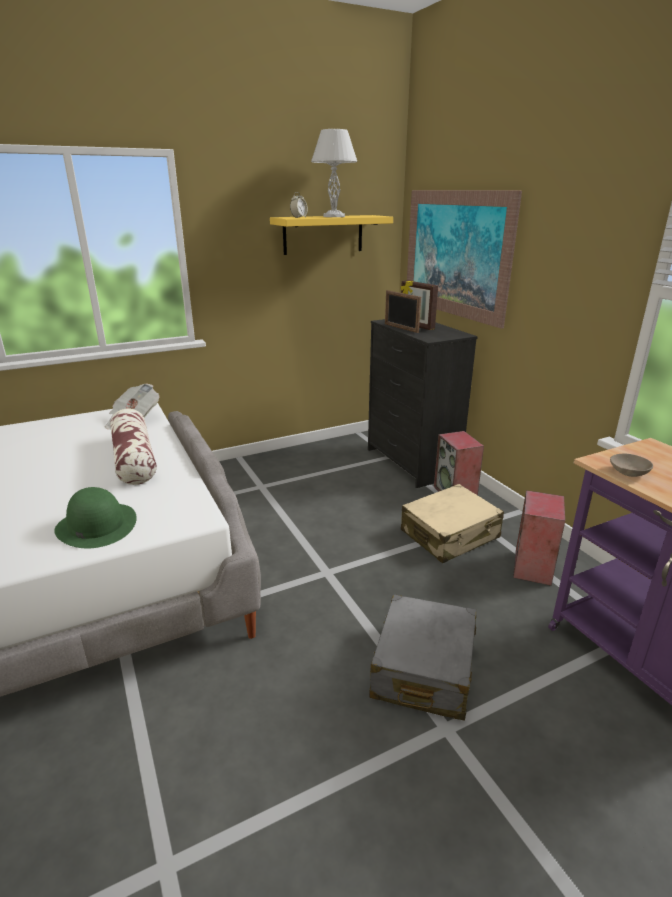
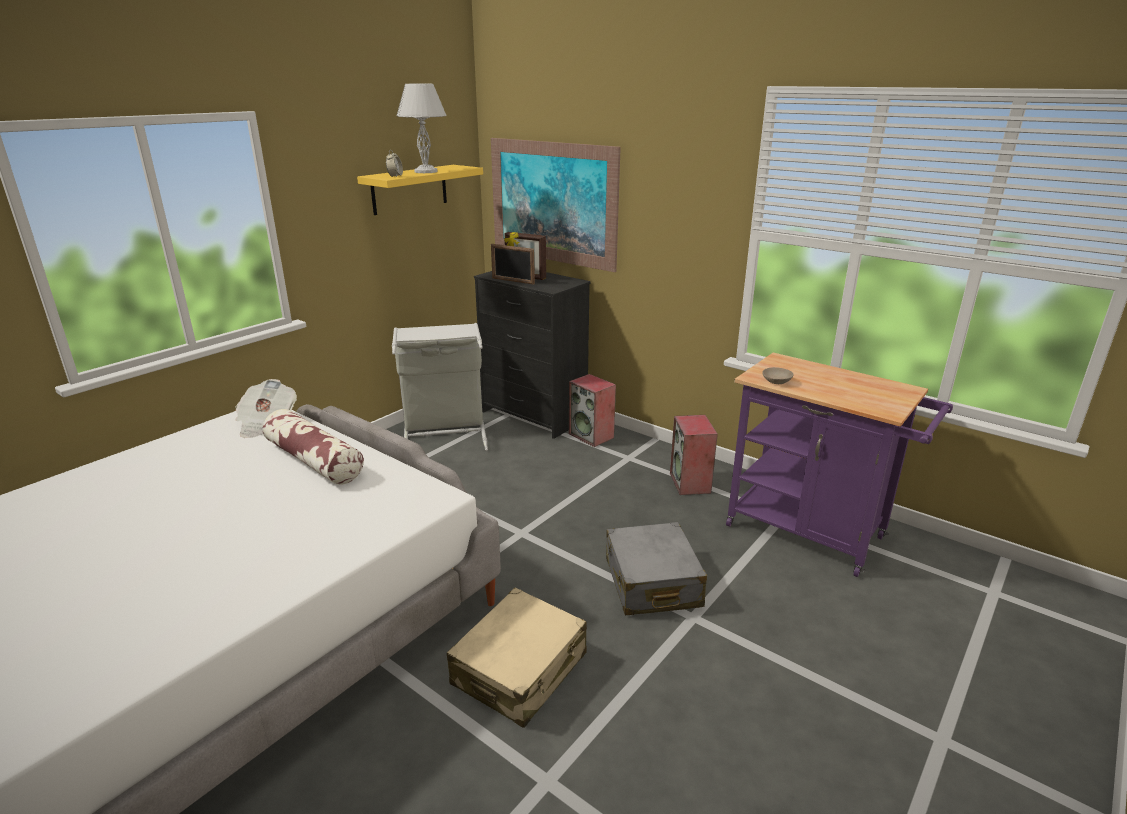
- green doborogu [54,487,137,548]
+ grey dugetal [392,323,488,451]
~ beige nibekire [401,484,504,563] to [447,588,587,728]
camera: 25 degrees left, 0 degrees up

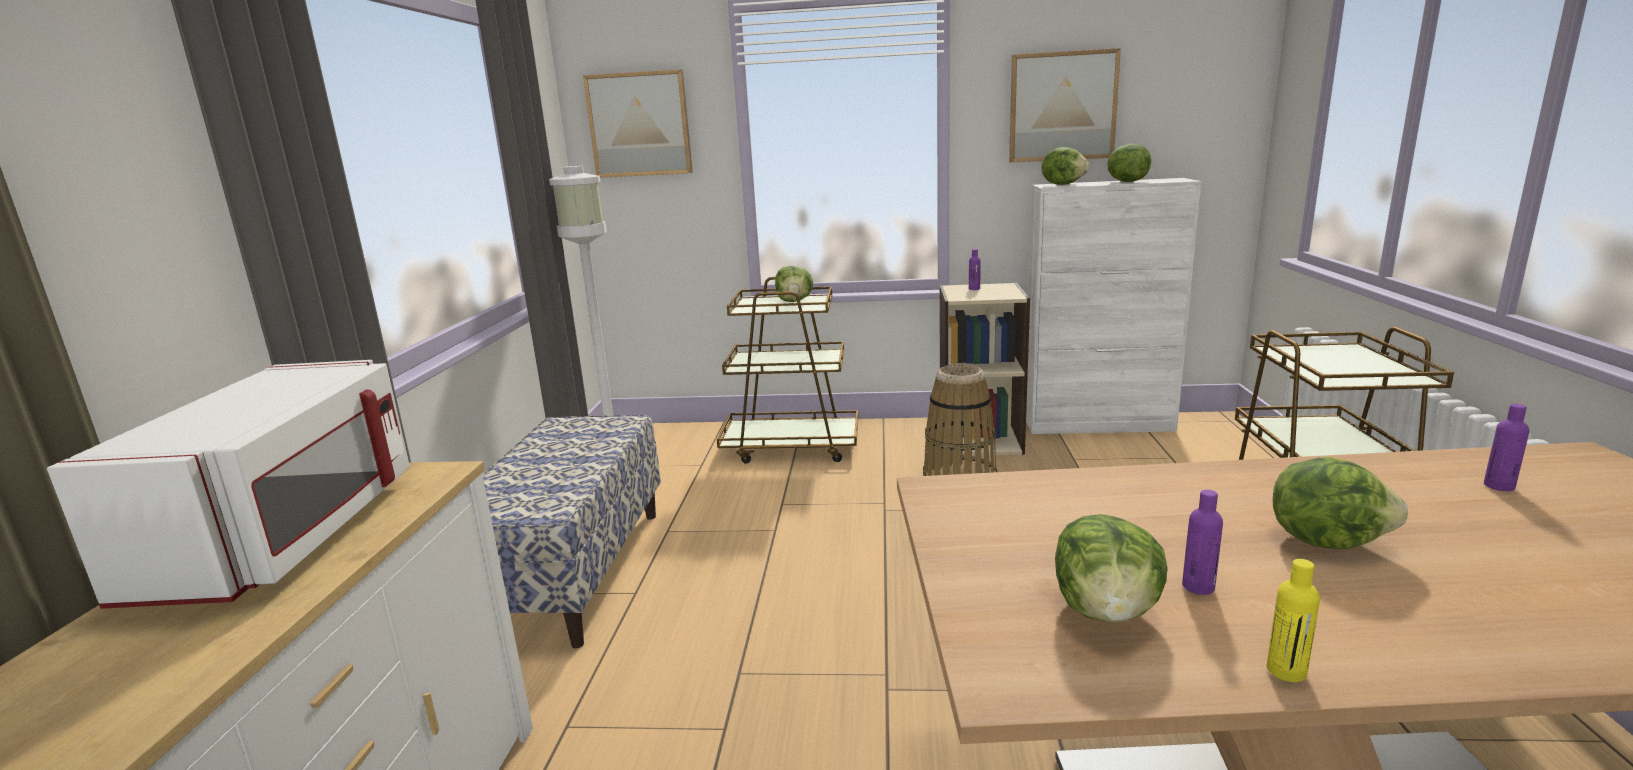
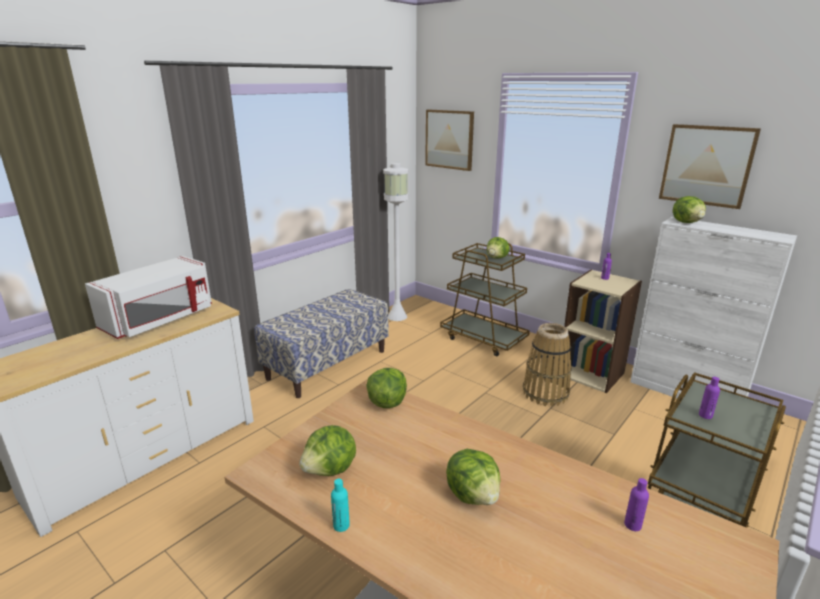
~ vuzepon [1107,144,1151,182] to [367,368,407,408]
~ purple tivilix [1182,490,1223,595] to [699,377,720,419]
~ yellow tivilix [1267,559,1320,682] to turquoise tivilix [331,479,350,532]
camera: 35 degrees right, 5 degrees up

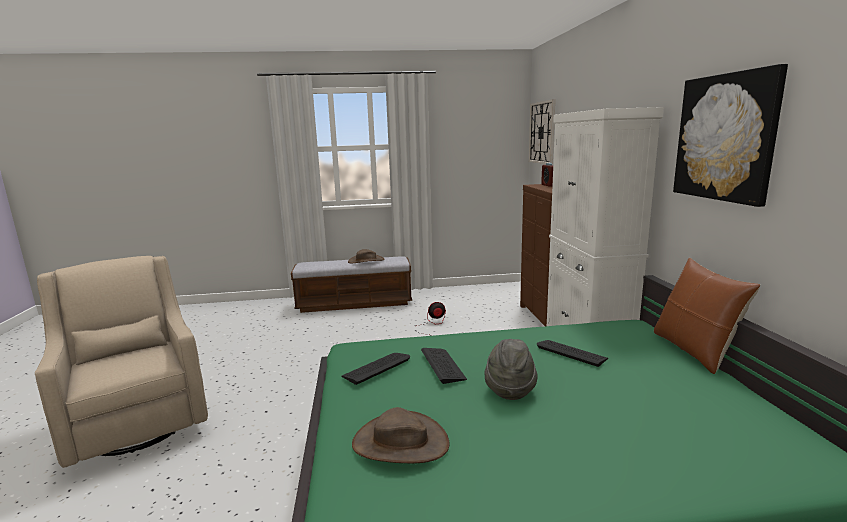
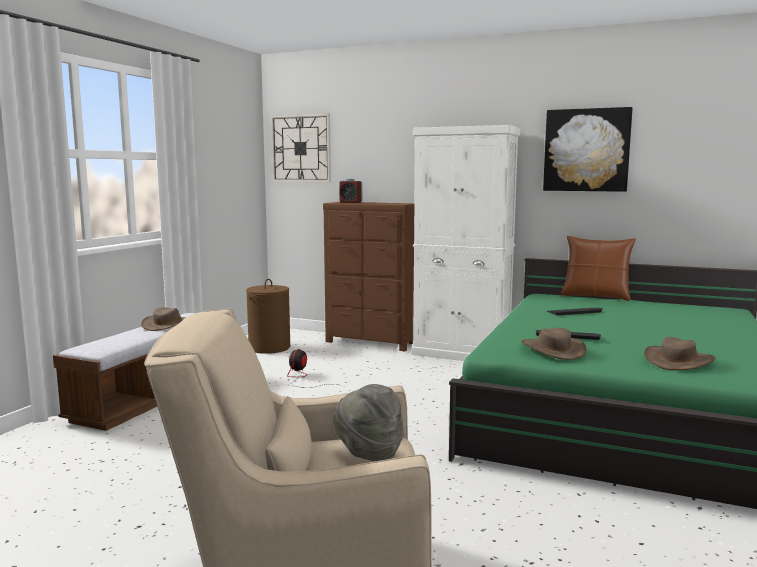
+ brown dugetal [246,279,290,354]
~ grey doborogu [484,339,538,400] to [333,384,404,461]
~ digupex [341,353,410,385] to brown doborogu [521,328,587,360]
camera: 60 degrees left, 5 degrees down

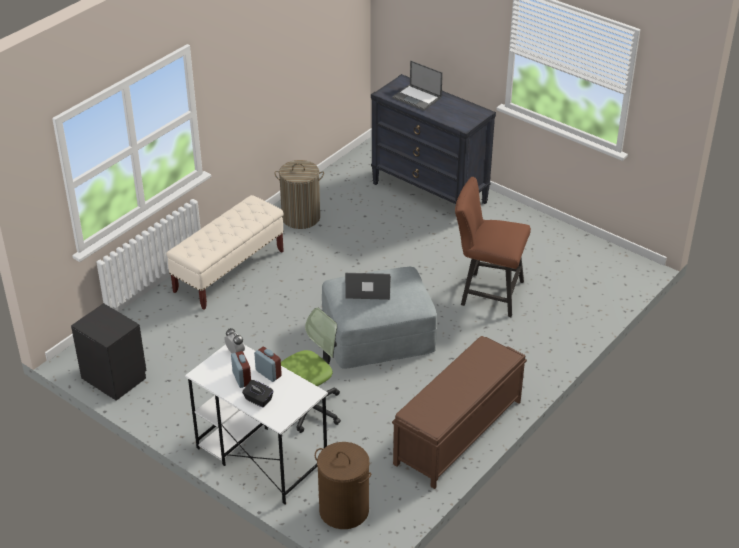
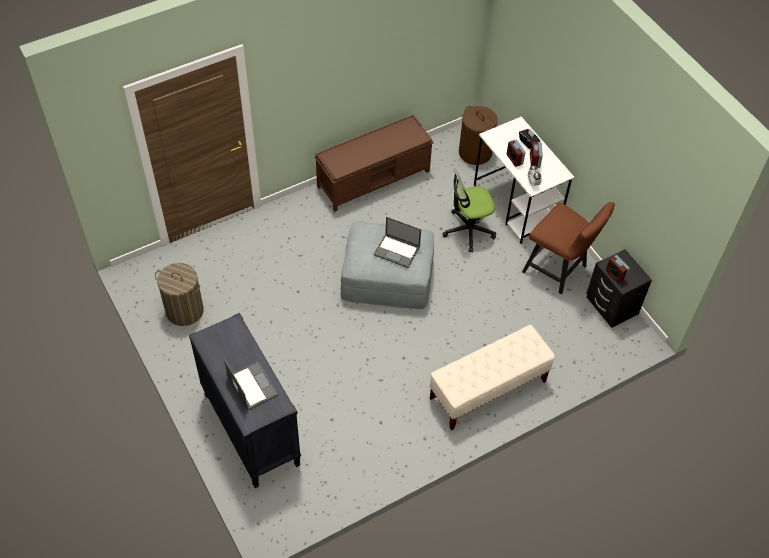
+ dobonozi [606,255,630,283]
~ dugetal [275,160,324,229] to [155,263,204,326]
~ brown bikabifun [455,177,531,317] to [522,202,615,294]
camera: 160 degrees left, 15 degrees up

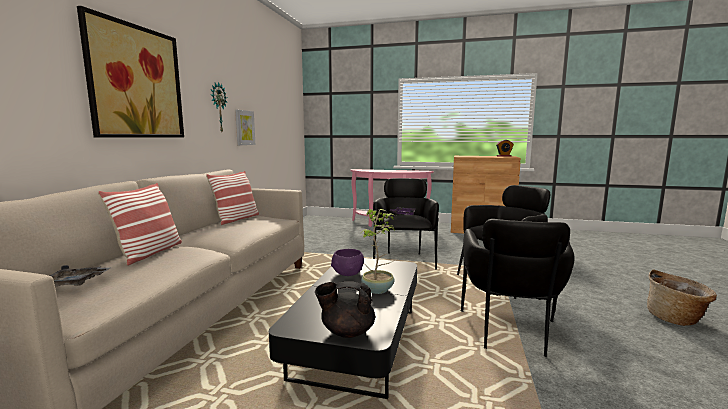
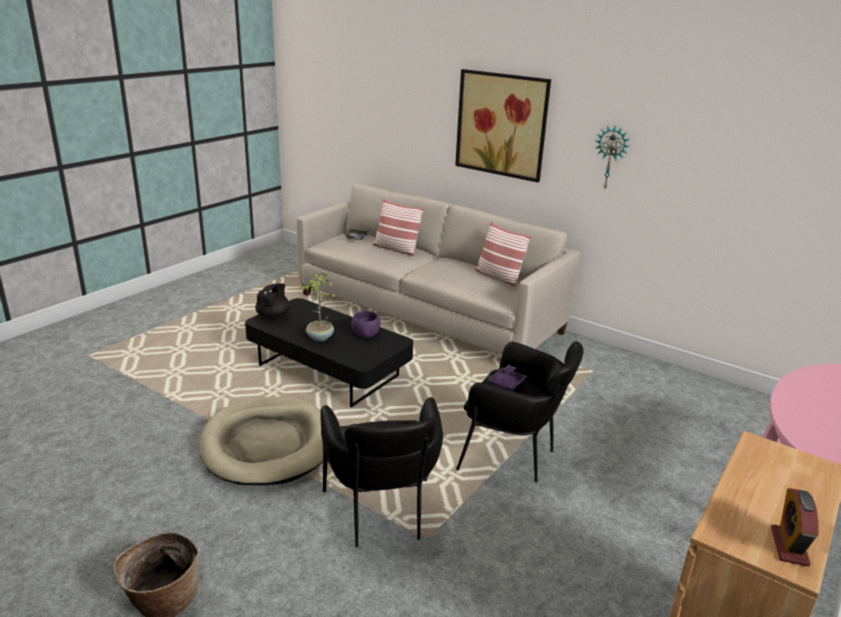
- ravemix [235,110,255,145]
~ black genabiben [461,219,575,357] to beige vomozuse [199,396,323,485]
camera: 110 degrees right, 15 degrees up

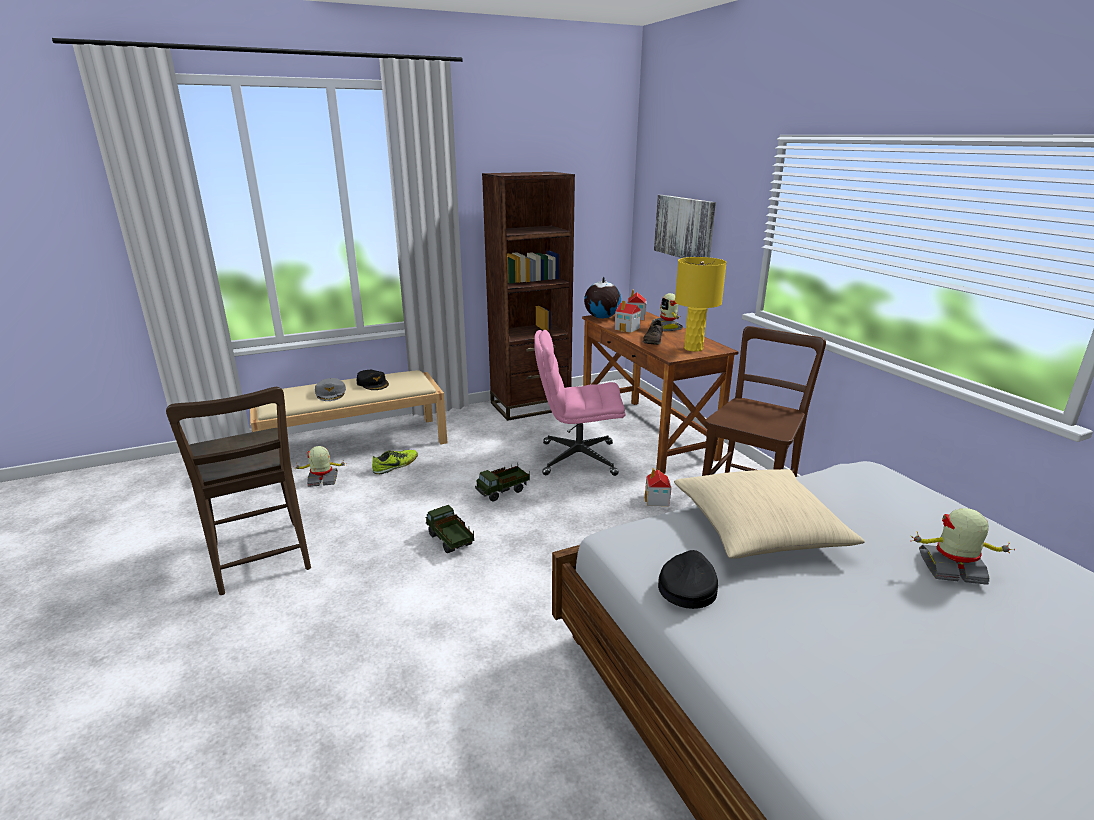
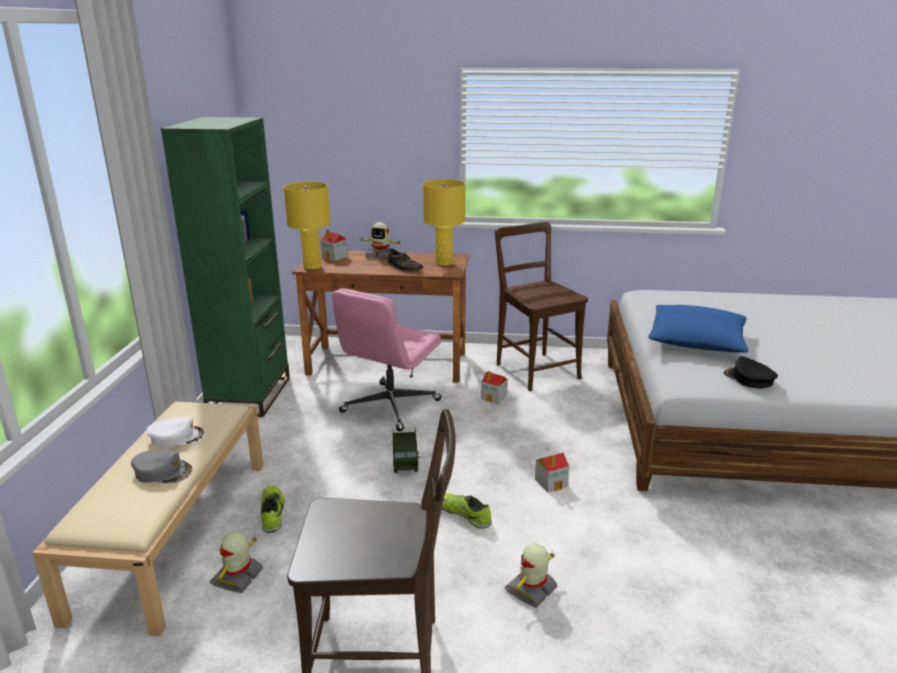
- ravemix [654,195,716,258]
~ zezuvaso [615,300,641,333] to [535,453,569,492]
~ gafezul [911,508,1015,585] to [504,544,557,608]
~ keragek [426,505,475,553] to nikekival [442,493,492,529]
~ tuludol [584,277,621,319] to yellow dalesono [284,182,331,269]
~ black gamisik [356,370,389,390] to white gamisik [146,416,206,448]
~ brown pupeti [482,172,575,421] to green pupeti [161,117,290,417]
~ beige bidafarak [674,469,865,559] to blue bidafarak [648,305,749,353]
camera: 60 degrees left, 0 degrees up

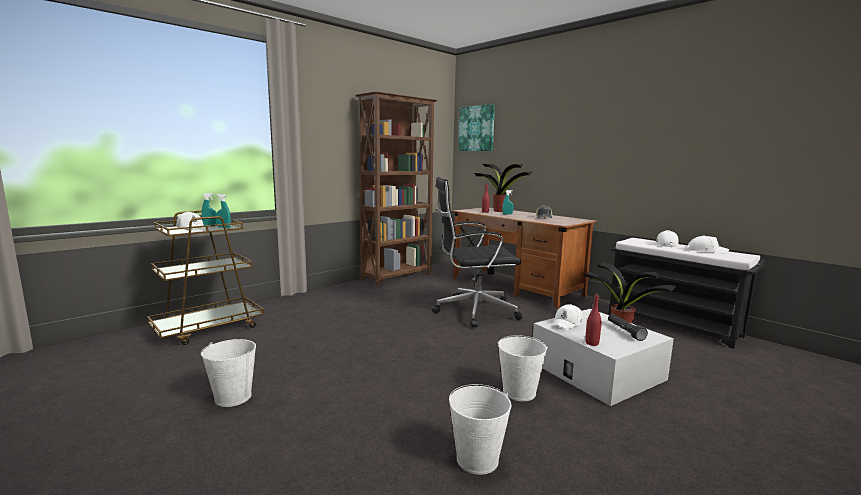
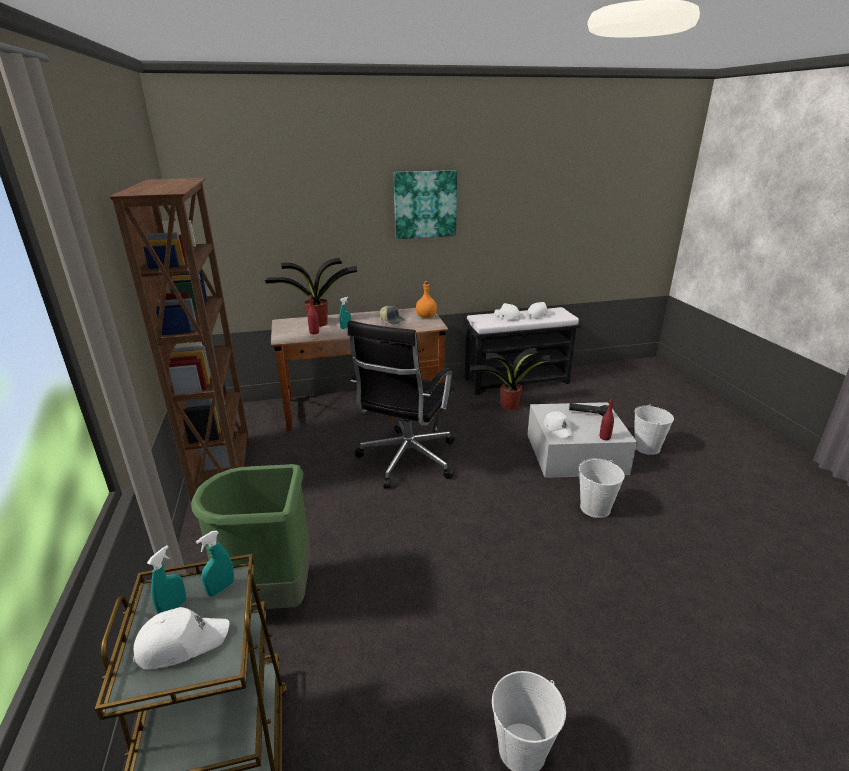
+ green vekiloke [191,464,311,610]
+ orange tivilix [416,281,437,318]
~ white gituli [449,384,511,475] to [634,404,674,455]
~ ravemix [458,104,495,151] to [394,170,457,239]
camera: 60 degrees left, 15 degrees up

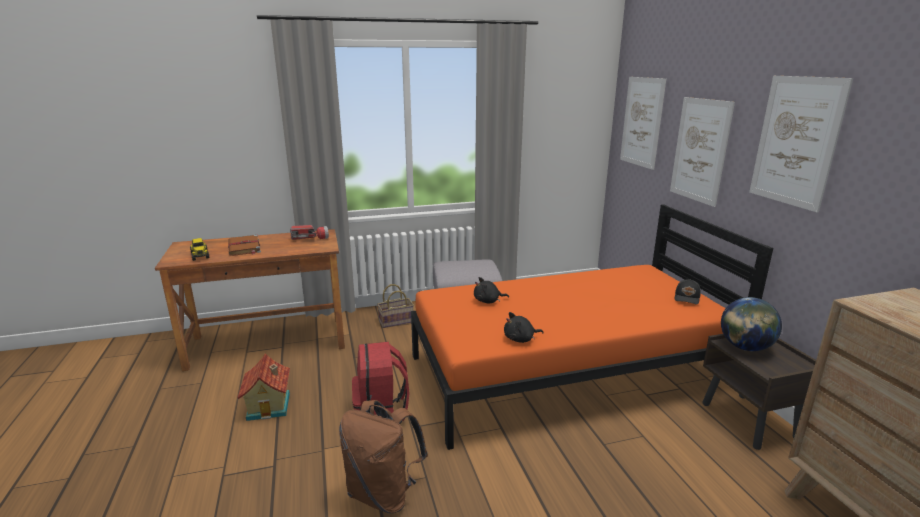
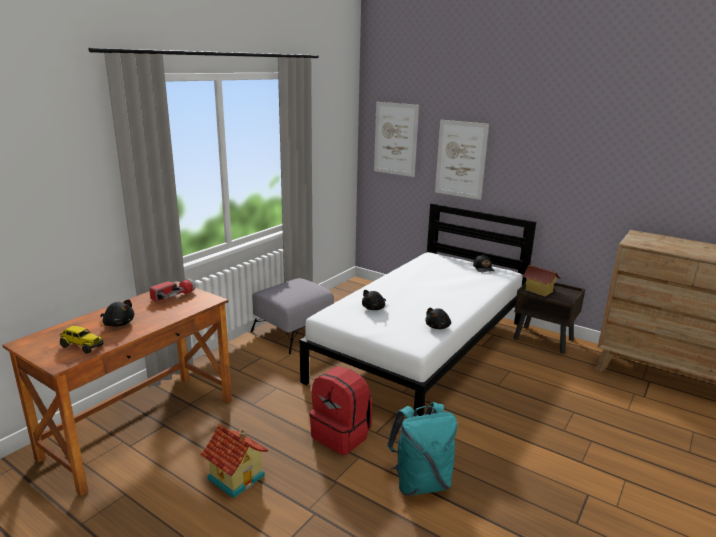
- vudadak [377,284,414,328]
- ravemix [749,76,853,212]
~ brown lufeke [228,235,261,256] to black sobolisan [101,300,134,327]
~ tuludol [721,297,782,351] to zezuvaso [522,265,561,296]
~ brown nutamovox [339,400,428,513] to turquoise nutamovox [387,402,457,496]
~ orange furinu [411,204,773,450] to white furinu [300,203,536,416]
camera: 40 degrees left, 0 degrees up

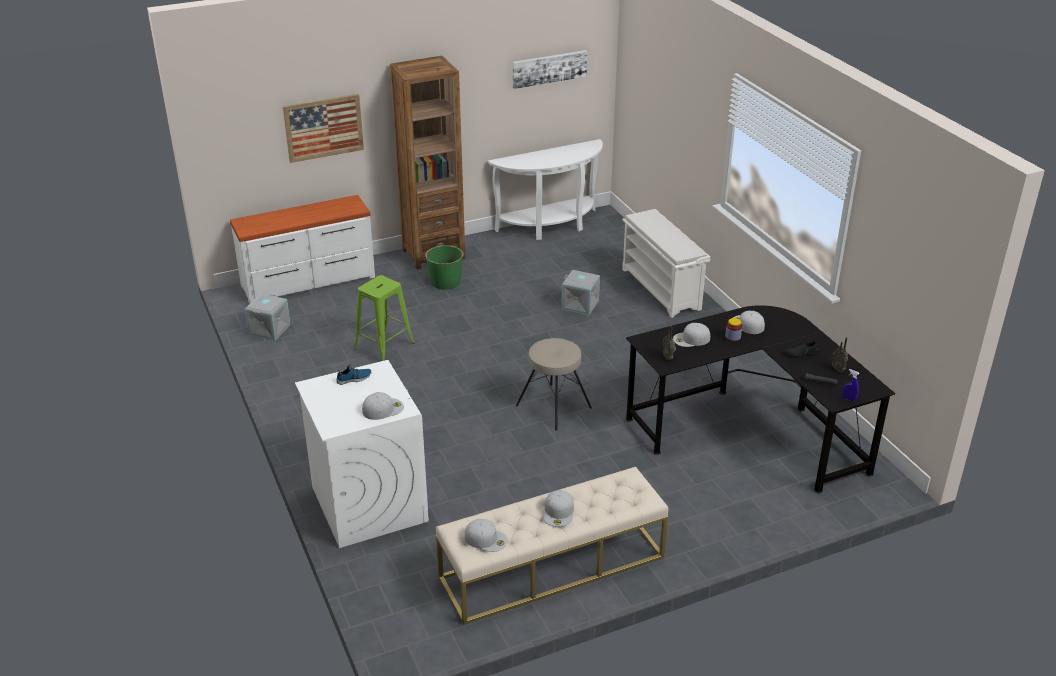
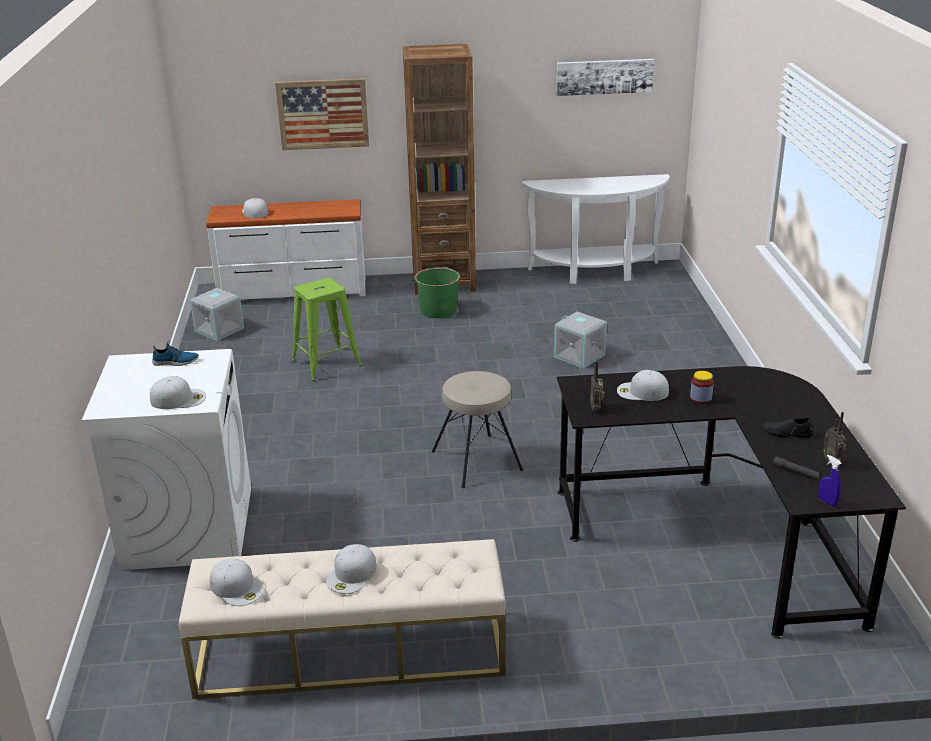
- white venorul [622,209,710,318]
~ white gamisik [733,311,765,334] to [242,198,268,218]
camera: 20 degrees right, 5 degrees down

